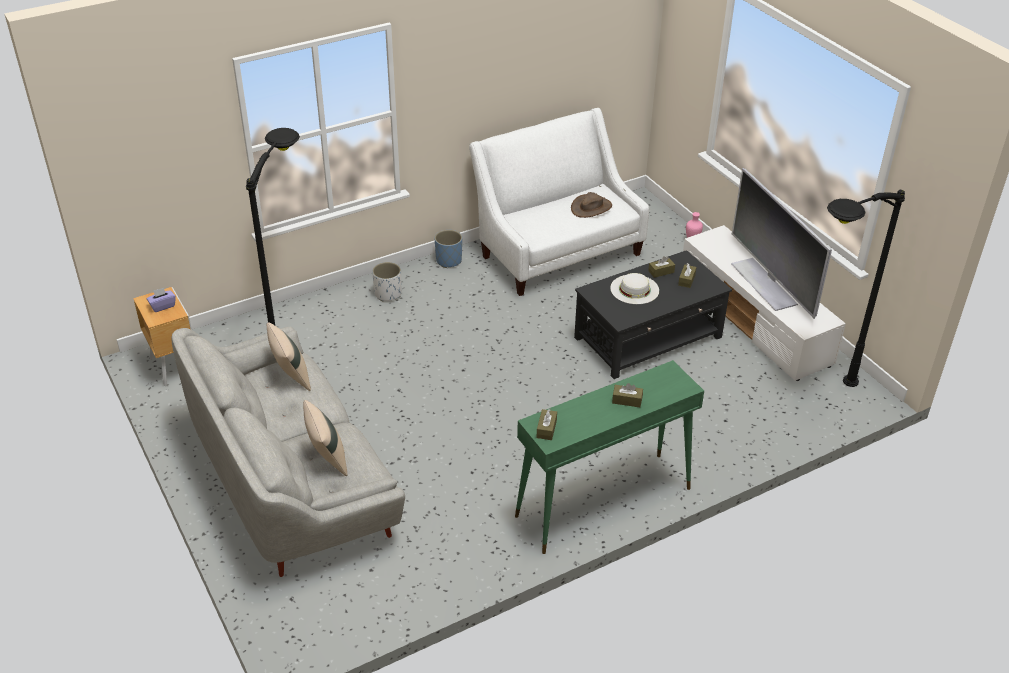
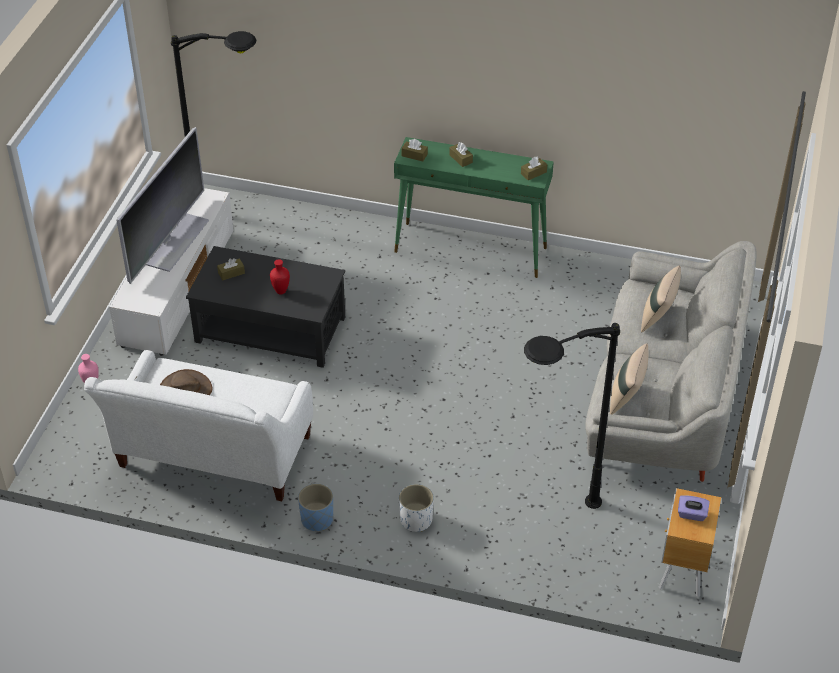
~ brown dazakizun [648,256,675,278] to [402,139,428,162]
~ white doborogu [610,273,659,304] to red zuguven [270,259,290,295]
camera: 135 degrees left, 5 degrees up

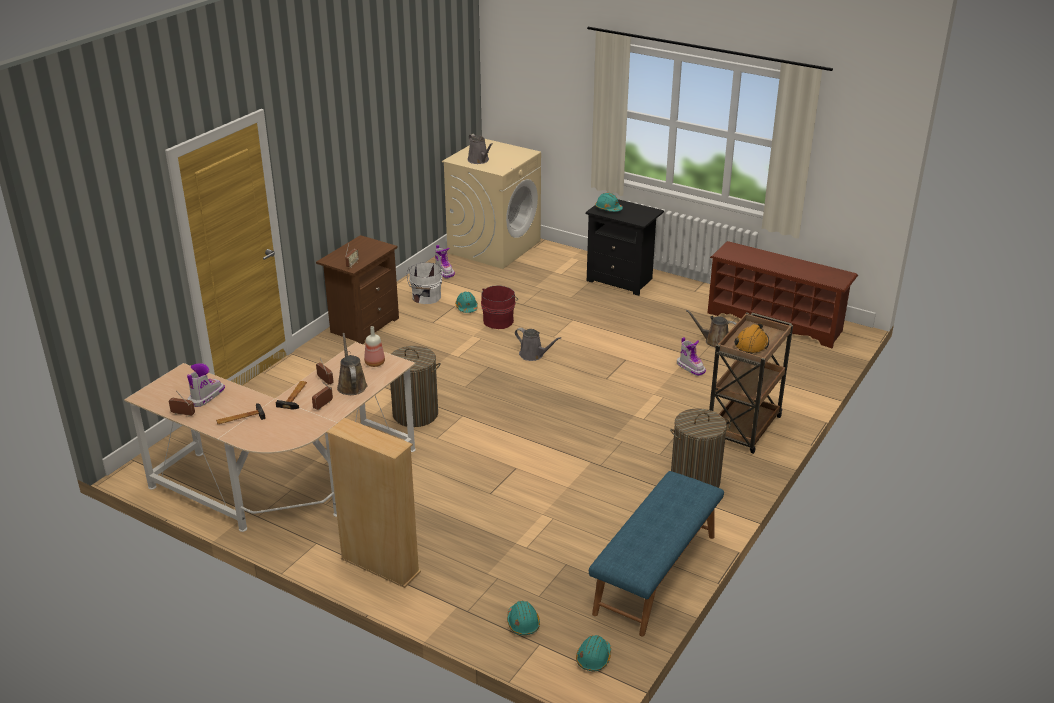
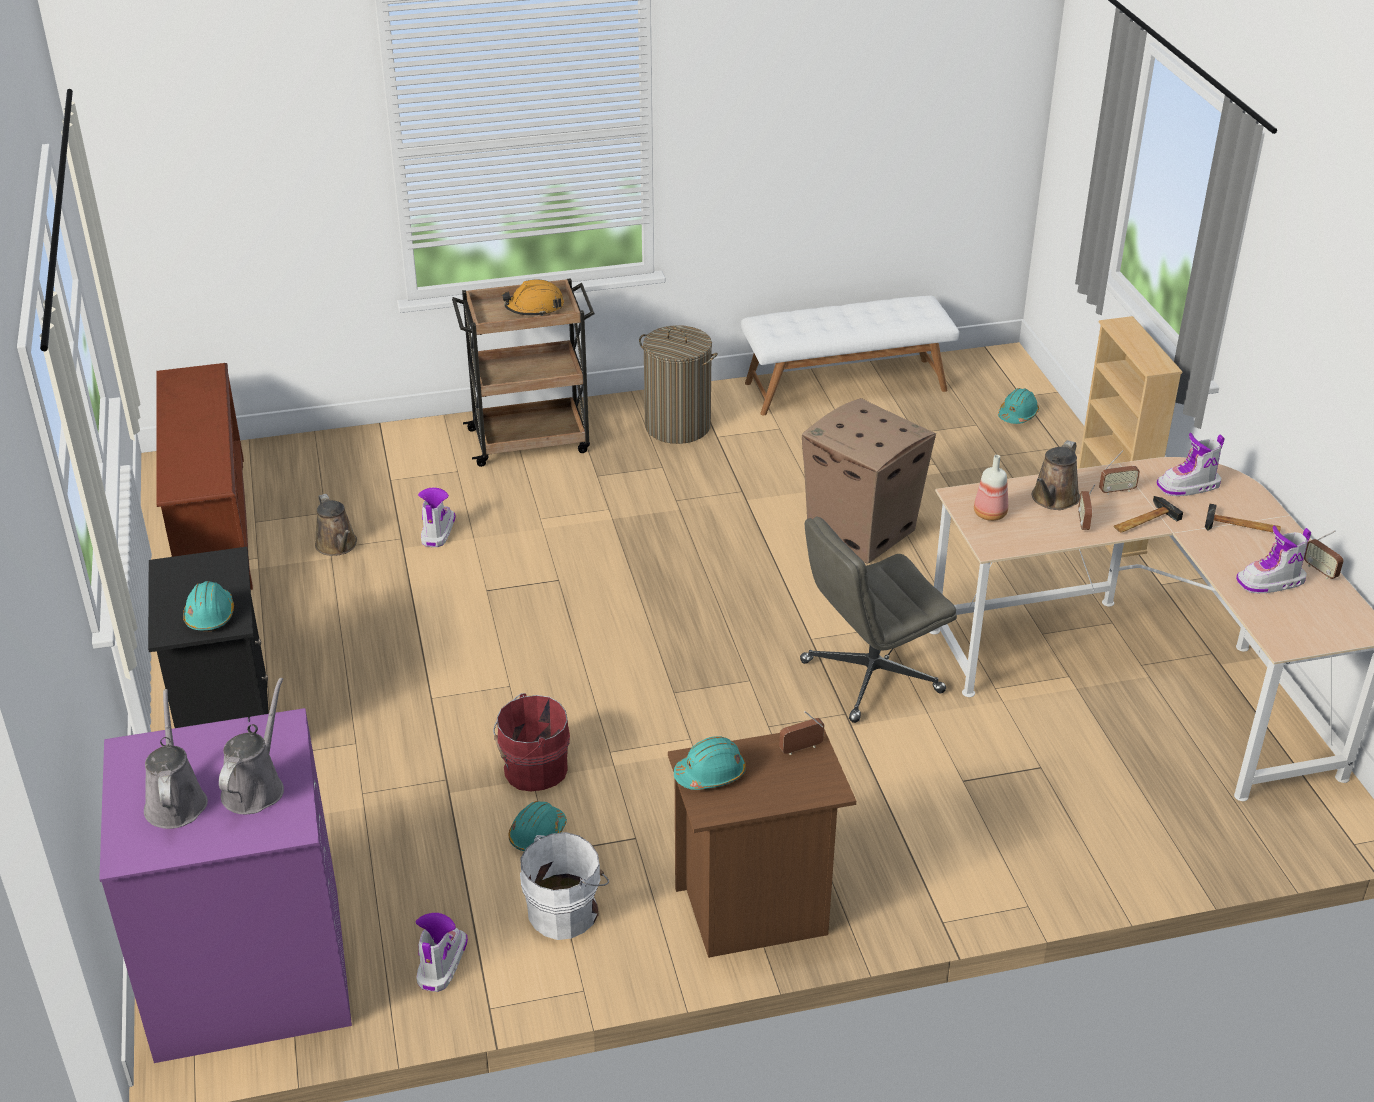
+ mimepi [802,398,936,564]
+ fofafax [1156,433,1224,496]
~ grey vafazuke [515,328,561,361] to [144,689,208,829]
~ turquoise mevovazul [576,635,611,671] to [674,736,746,790]
~ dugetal [390,346,441,427] to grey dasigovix [800,516,957,723]
~ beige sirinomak [442,139,541,269] to purple sirinomak [99,708,352,1063]
~ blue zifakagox [589,471,724,636] to white zifakagox [741,296,959,415]
camera: 135 degrees left, 5 degrees up

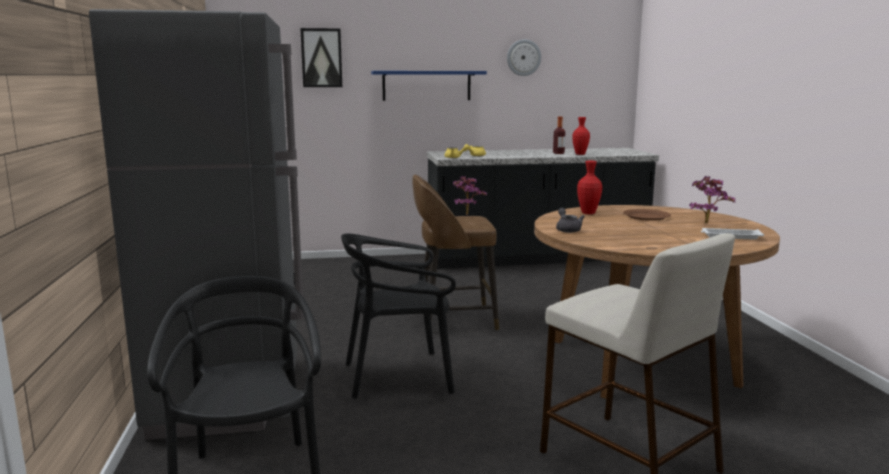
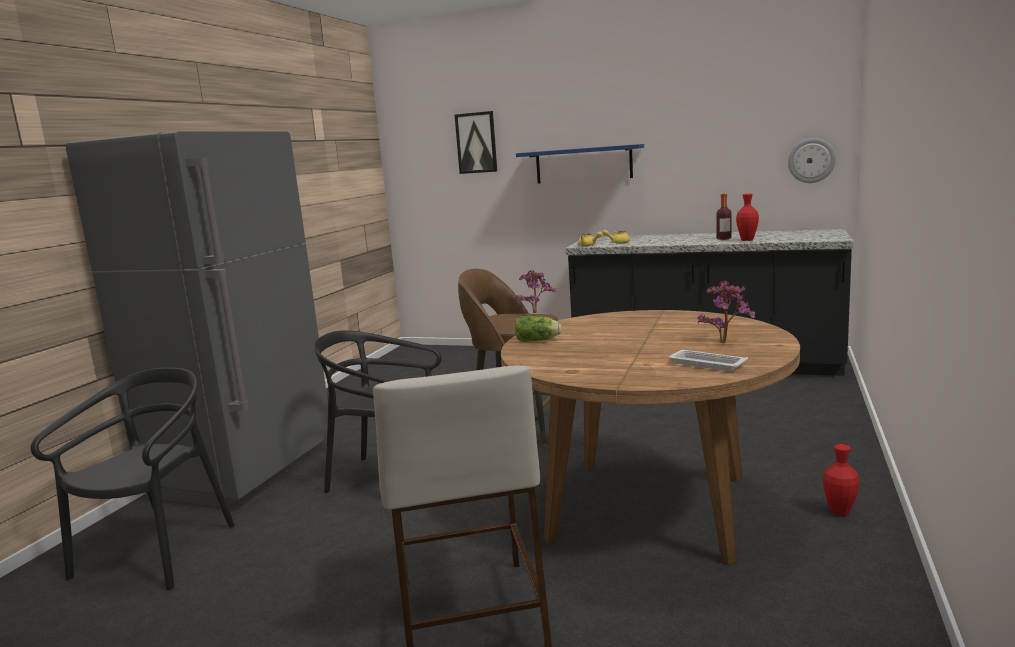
- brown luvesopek [623,209,671,221]
~ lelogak [507,39,541,76] to [788,138,836,183]
~ red zuguven [577,161,602,214] to [823,444,859,516]
~ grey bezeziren [556,208,585,233] to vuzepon [515,316,562,342]
camera: 30 degrees right, 0 degrees up

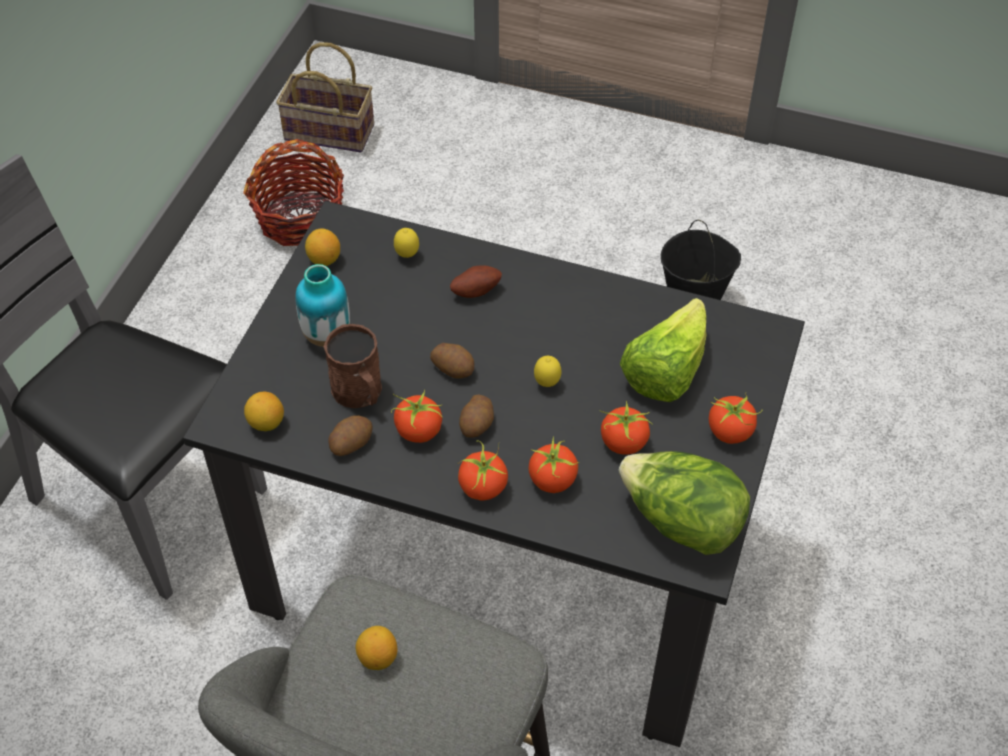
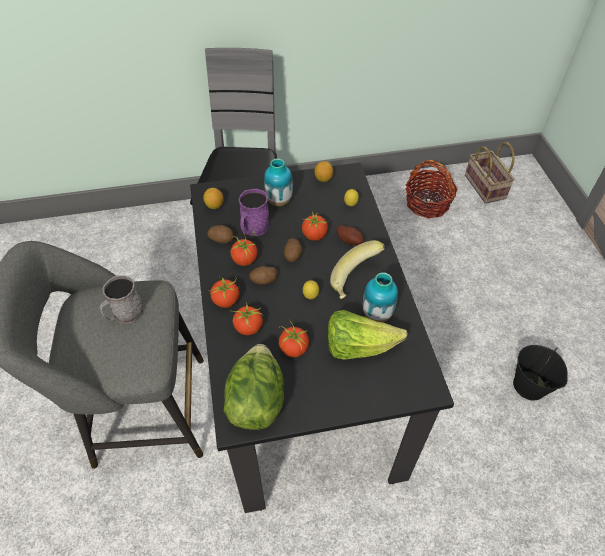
+ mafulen [330,240,385,299]
+ zuguven [363,272,398,323]
~ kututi [709,393,763,444] to [302,211,329,241]
~ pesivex [356,626,398,670] to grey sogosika [100,275,144,323]
~ brown sogosika [324,324,382,408] to purple sogosika [239,189,270,236]
camera: 60 degrees right, 0 degrees up

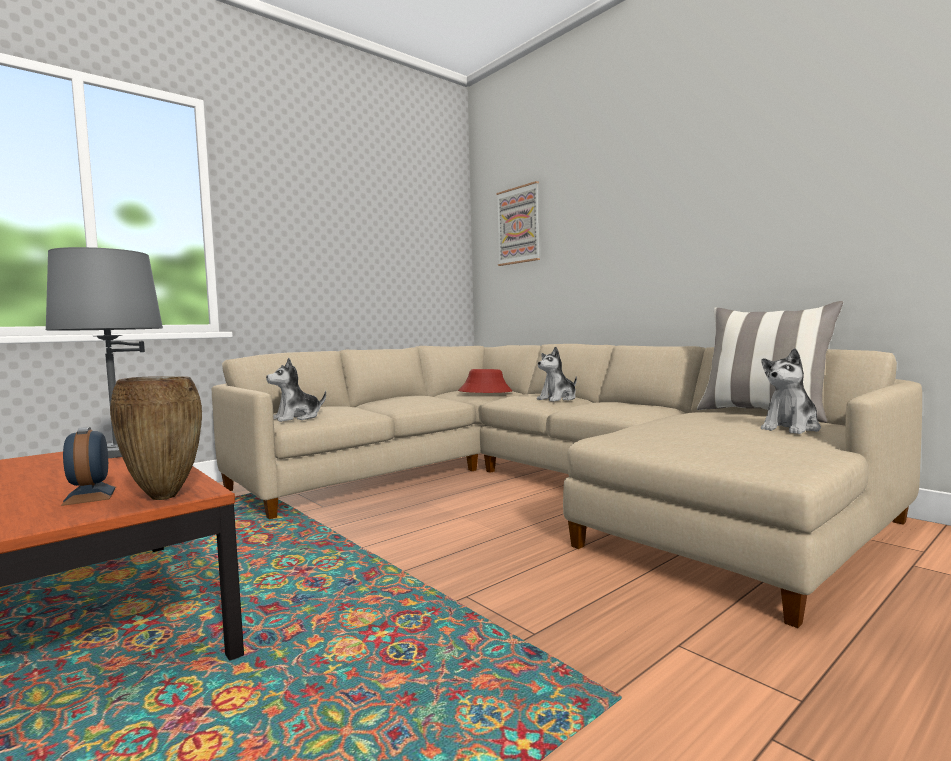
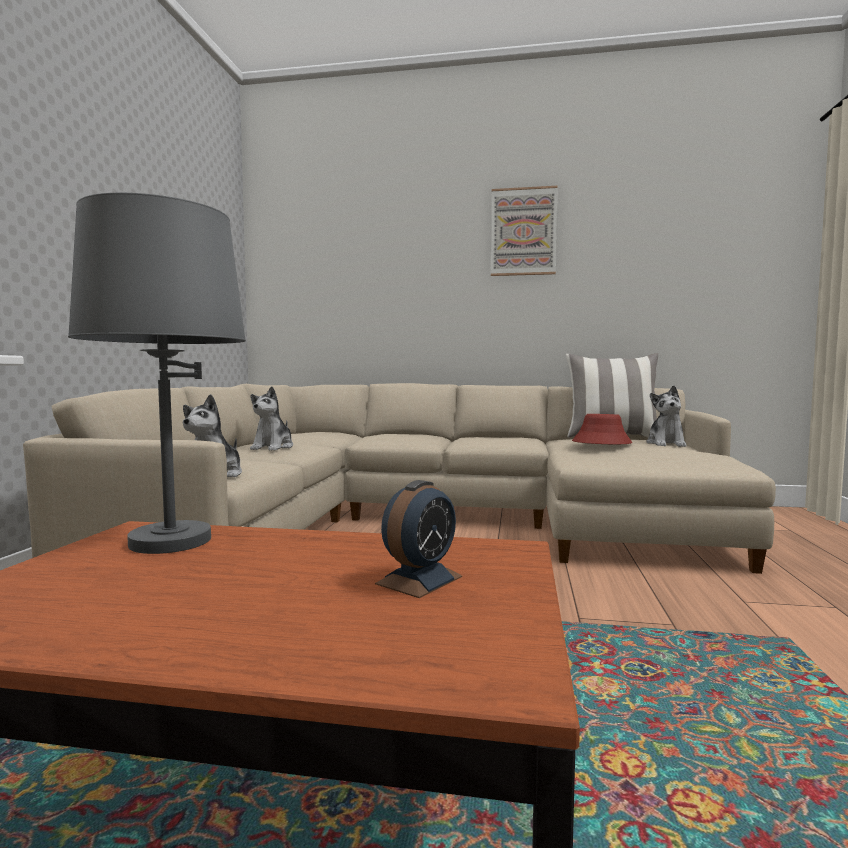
- brown zuguven [110,376,202,500]
~ red doborogu [458,369,512,393] to [572,414,632,444]
~ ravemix [496,181,540,266] to [491,186,558,276]
~ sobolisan [537,347,577,402] to [250,386,293,450]
~ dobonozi [61,427,116,506] = [375,480,462,598] 75 degrees counterclockwise
camera: 40 degrees left, 0 degrees up

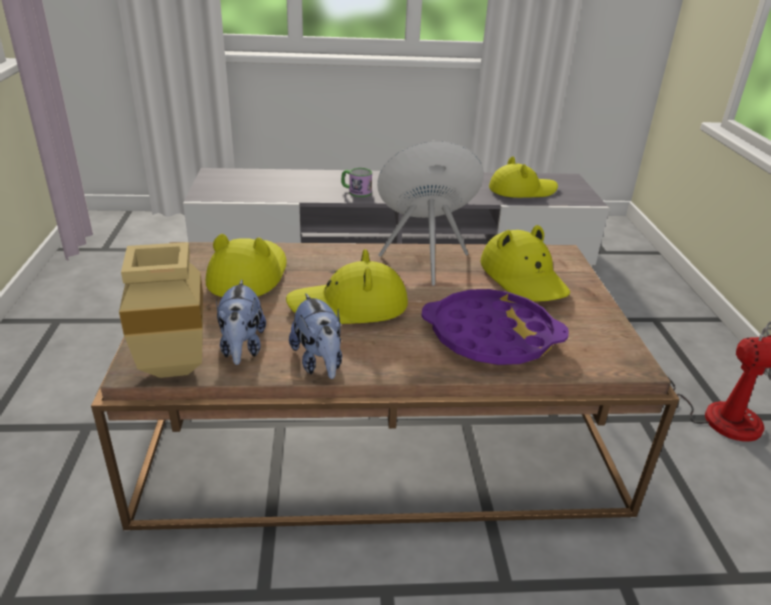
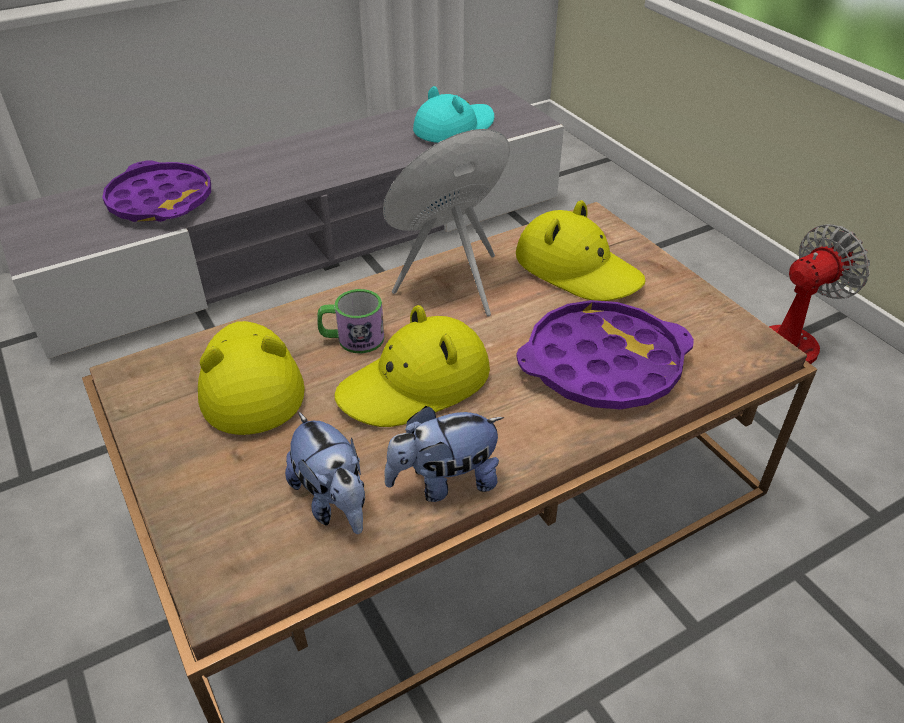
- beige zuguven [119,242,203,378]
+ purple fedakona [102,160,211,222]
~ sogosika [341,168,372,197] to [317,289,384,353]
~ yellow doborogu [489,156,558,198] to turquoise doborogu [413,86,494,143]
~ sobolisan [289,293,342,379] = [384,406,504,502] 120 degrees clockwise
camera: 25 degrees left, 10 degrees up

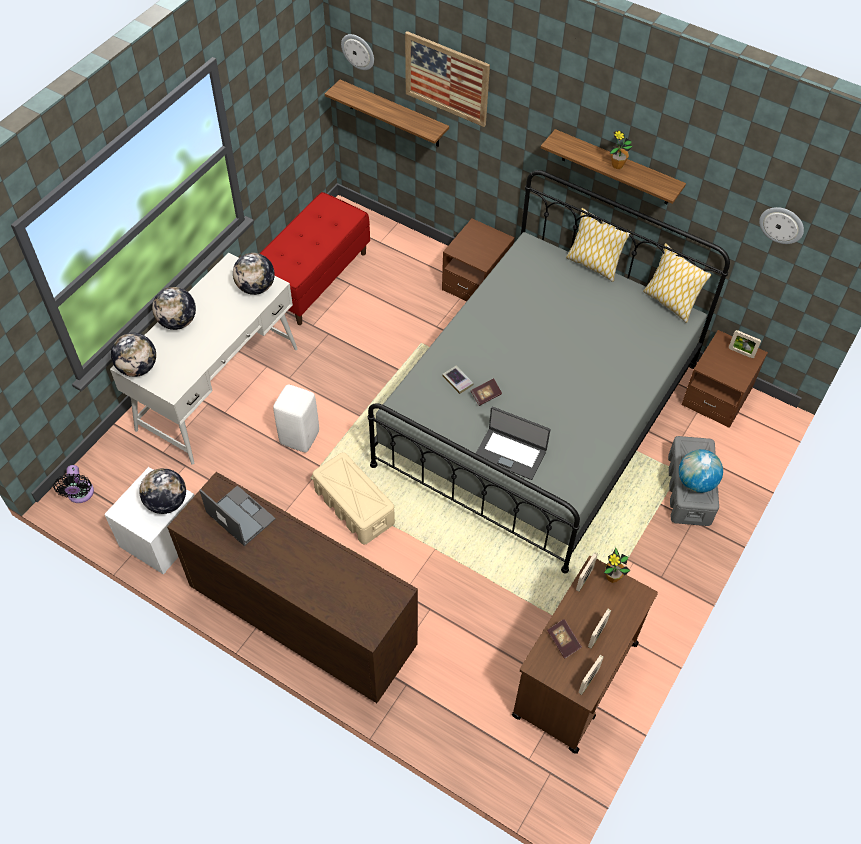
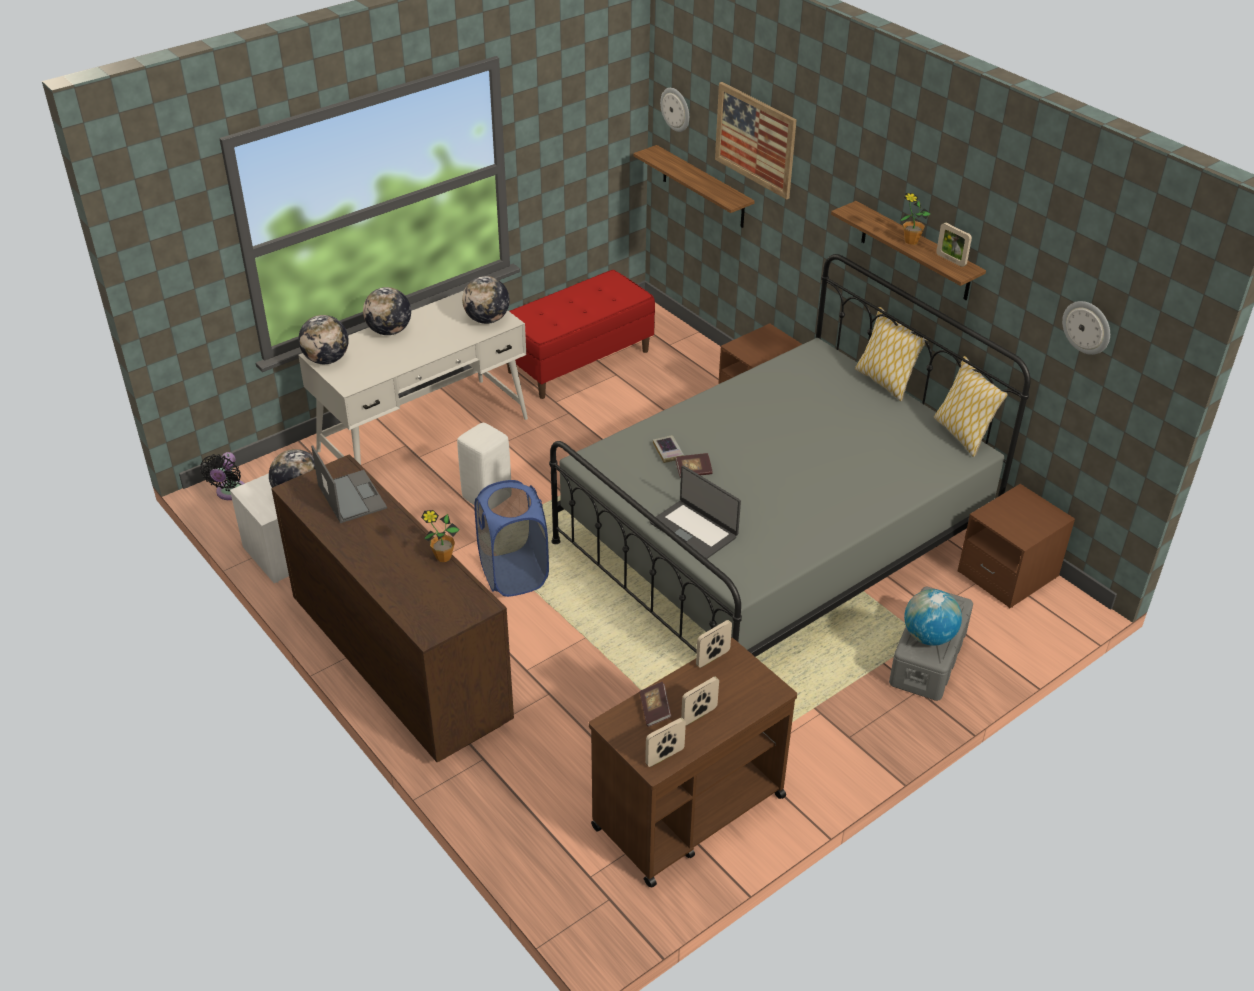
~ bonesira [604,547,630,583] to [421,510,460,562]
~ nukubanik [729,330,761,358] to [936,222,972,267]
~ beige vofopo [313,452,395,544] to blue dugetal [474,480,549,597]
camera: 20 degrees right, 15 degrees down

